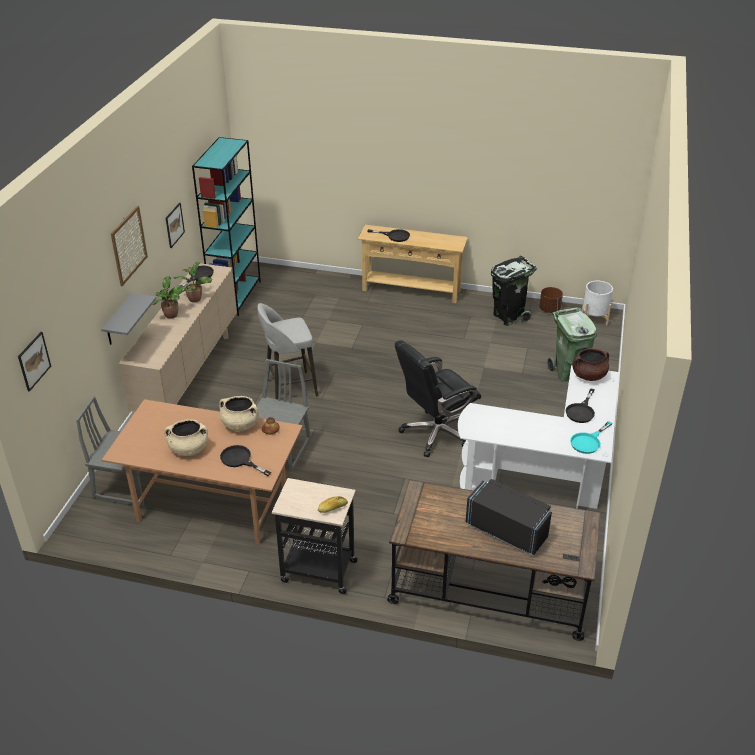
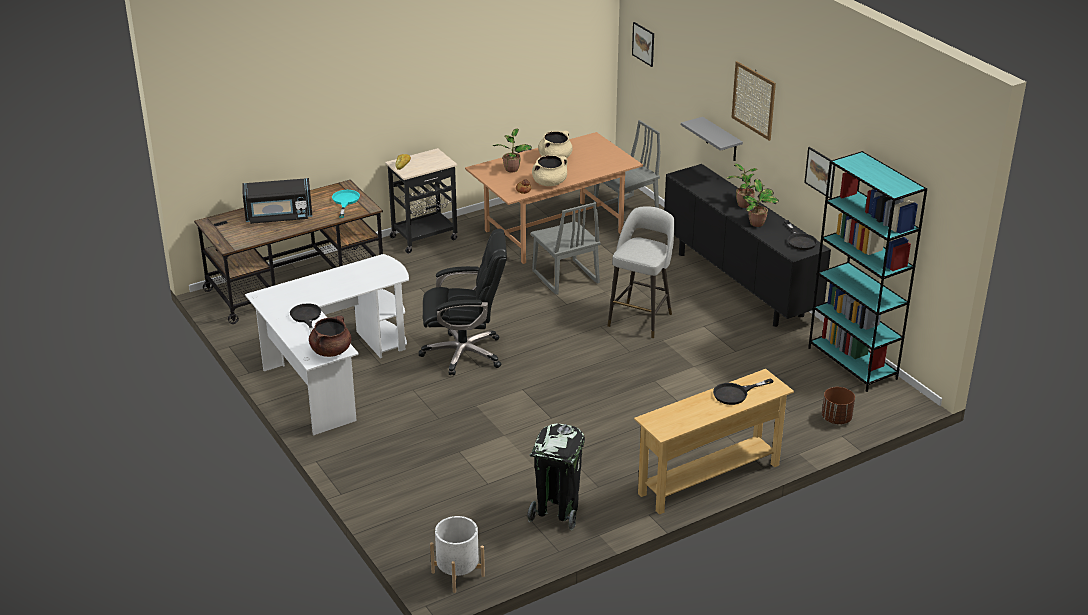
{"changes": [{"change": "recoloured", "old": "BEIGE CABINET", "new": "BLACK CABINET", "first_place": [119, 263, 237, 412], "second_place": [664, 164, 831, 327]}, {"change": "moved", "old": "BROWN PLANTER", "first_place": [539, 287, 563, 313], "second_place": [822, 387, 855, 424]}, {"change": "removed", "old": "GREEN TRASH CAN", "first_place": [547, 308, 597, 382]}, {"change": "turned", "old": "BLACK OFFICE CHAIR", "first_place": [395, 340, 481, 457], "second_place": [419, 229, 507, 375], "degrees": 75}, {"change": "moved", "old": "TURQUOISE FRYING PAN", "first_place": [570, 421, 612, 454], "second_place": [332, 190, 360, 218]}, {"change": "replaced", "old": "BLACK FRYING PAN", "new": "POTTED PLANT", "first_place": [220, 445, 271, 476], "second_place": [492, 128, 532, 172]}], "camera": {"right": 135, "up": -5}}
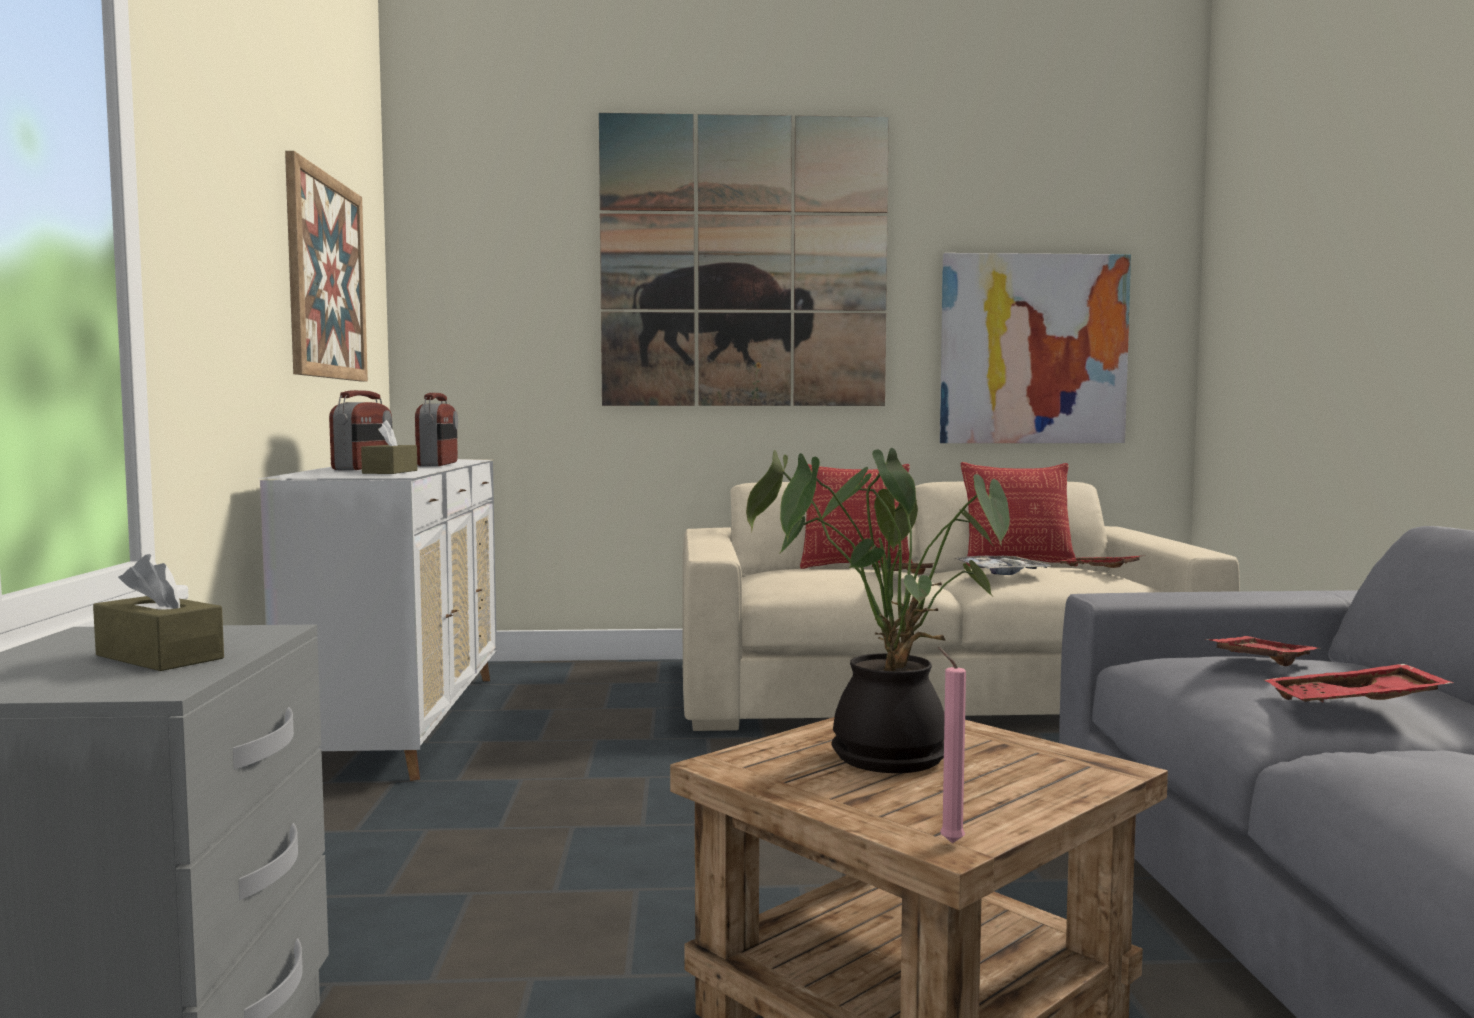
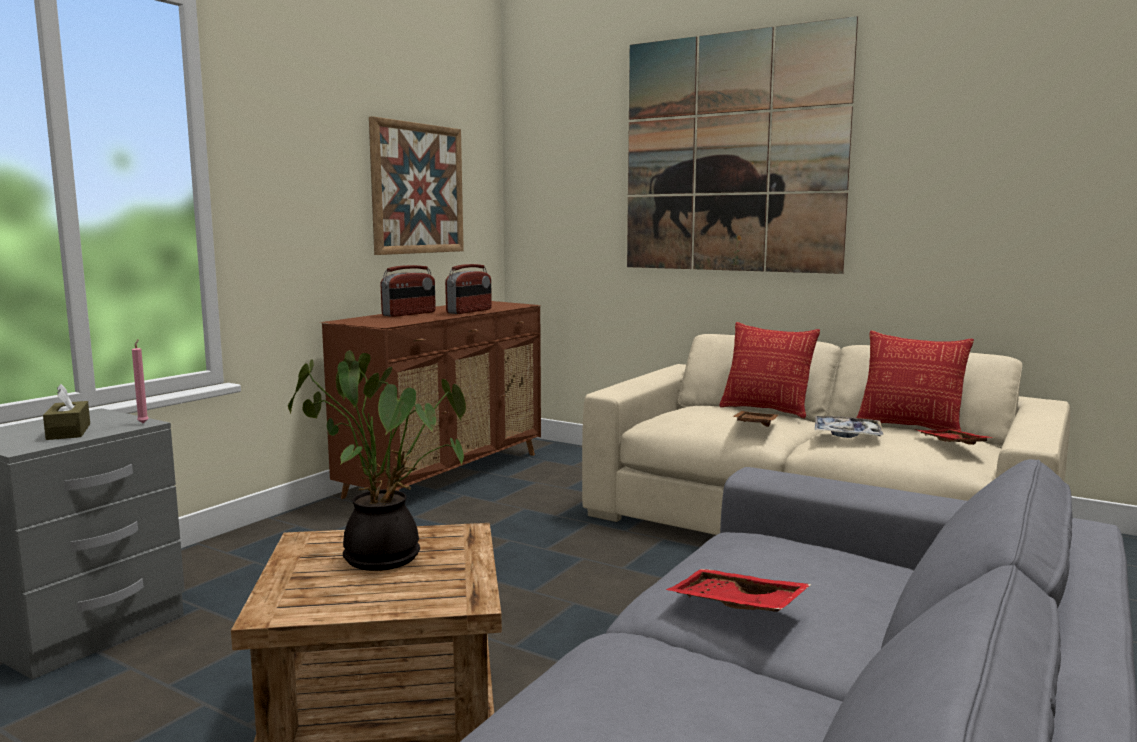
{"changes": [{"change": "removed", "old": "PICTURE", "first_place": [940, 253, 1131, 443]}, {"change": "removed", "old": "BROWN TISSUE BOX", "first_place": [361, 420, 417, 474]}, {"change": "recoloured", "old": "WHITE CABINET", "new": "BROWN CABINET", "first_place": [258, 459, 497, 781], "second_place": [320, 301, 541, 499]}, {"change": "removed", "old": "RED TRAY", "first_place": [1204, 636, 1322, 666]}, {"change": "moved", "old": "PINK CANDLE", "first_place": [938, 647, 966, 843], "second_place": [132, 339, 149, 424]}], "camera": {"right": 35, "up": 5}}
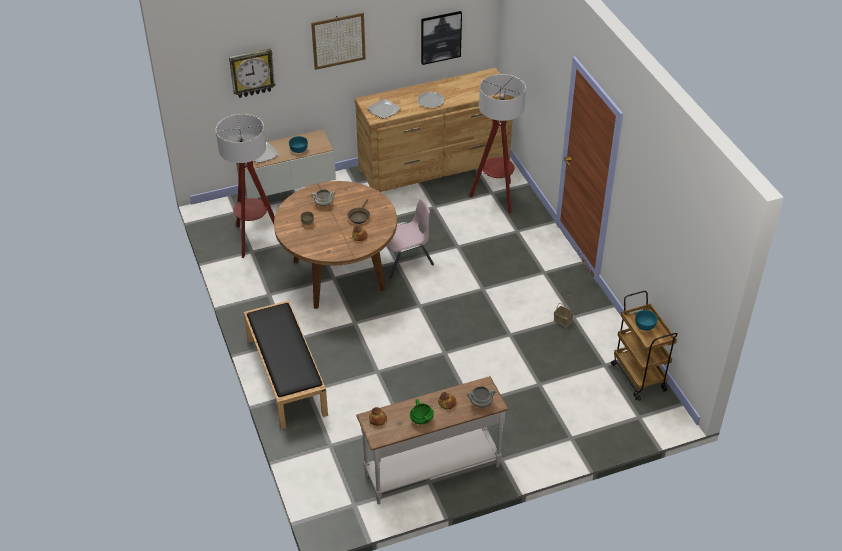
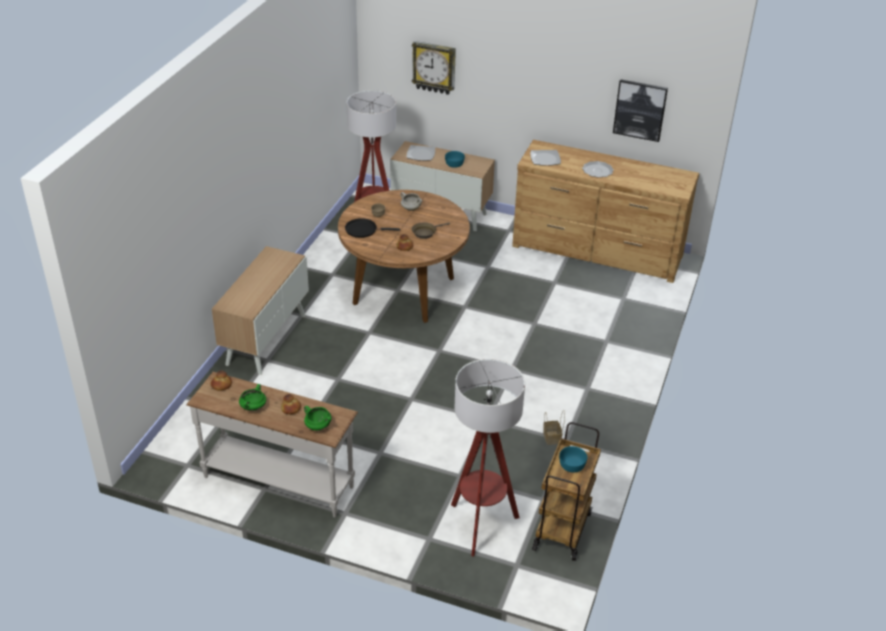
{"changes": [{"change": "removed", "old": "PICTURE", "first_place": [311, 13, 366, 70]}, {"change": "moved", "old": "FLOOR LAMP", "first_place": [469, 74, 526, 213], "second_place": [451, 359, 525, 557]}, {"change": "removed", "old": "PINK CHAIR", "first_place": [387, 199, 434, 279]}, {"change": "replaced", "old": "BLACK BENCH", "new": "CABINET", "first_place": [244, 300, 328, 429], "second_place": [212, 246, 309, 375]}, {"change": "recoloured", "old": "GREY COOKING POT", "new": "GREEN COOKING POT", "first_place": [467, 386, 496, 408], "second_place": [304, 406, 331, 431]}, {"change": "added", "new": "BLACK FRYING PAN", "second_place": [345, 218, 400, 238]}], "camera": {"right": 40, "up": -5}}
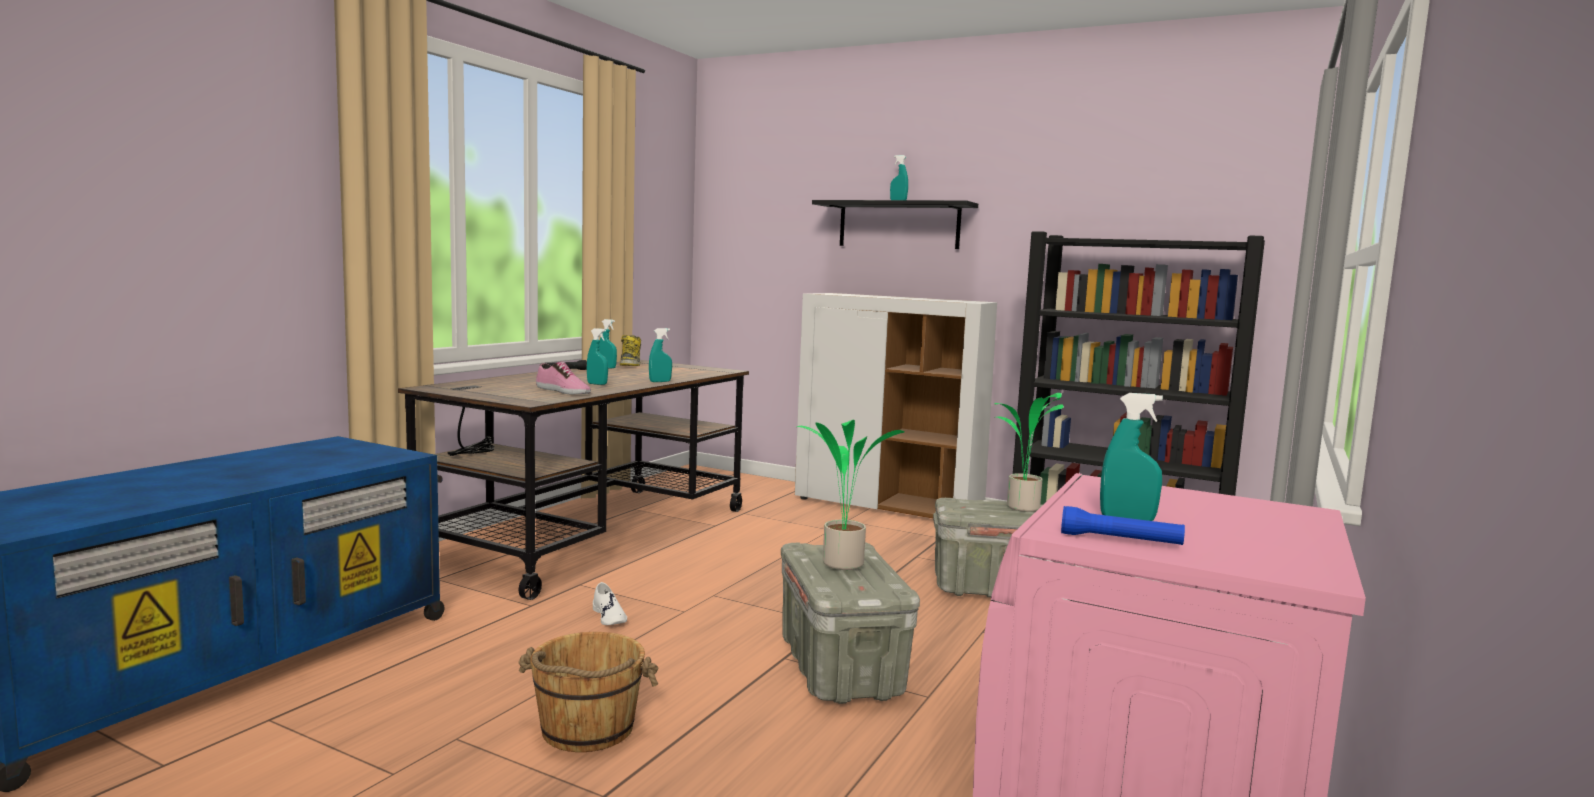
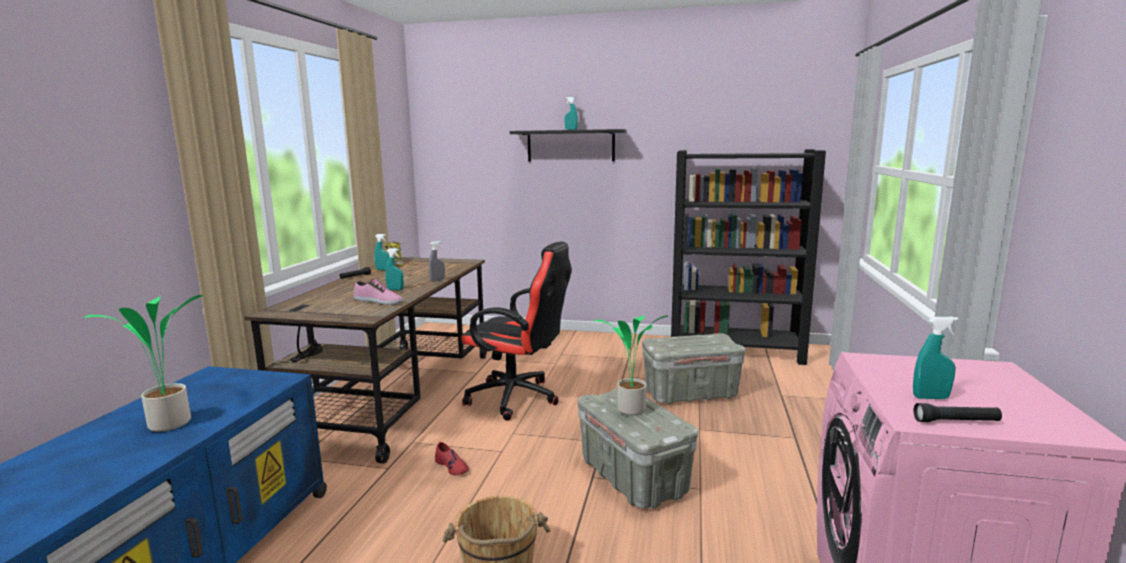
{"changes": [{"change": "removed", "old": "WHITE CABINET", "first_place": [795, 293, 997, 518]}, {"change": "recoloured", "old": "TURQUOISE SPRAY BOTTLE", "new": "GREY SPRAY BOTTLE", "first_place": [649, 328, 672, 382], "second_place": [428, 241, 445, 282]}, {"change": "moved", "old": "POTTED PLANT", "first_place": [994, 393, 1064, 512], "second_place": [83, 295, 203, 432]}, {"change": "recoloured", "old": "BLUE FLASHLIGHT", "new": "BLACK FLASHLIGHT", "first_place": [1061, 506, 1185, 545], "second_place": [914, 403, 1002, 422]}, {"change": "recoloured", "old": "WHITE SHOE", "new": "RED SHOE", "first_place": [593, 582, 627, 625], "second_place": [435, 442, 469, 475]}, {"change": "added", "new": "BLACK OFFICE CHAIR", "second_place": [461, 242, 572, 421]}], "camera": {"right": -15, "up": 5}}
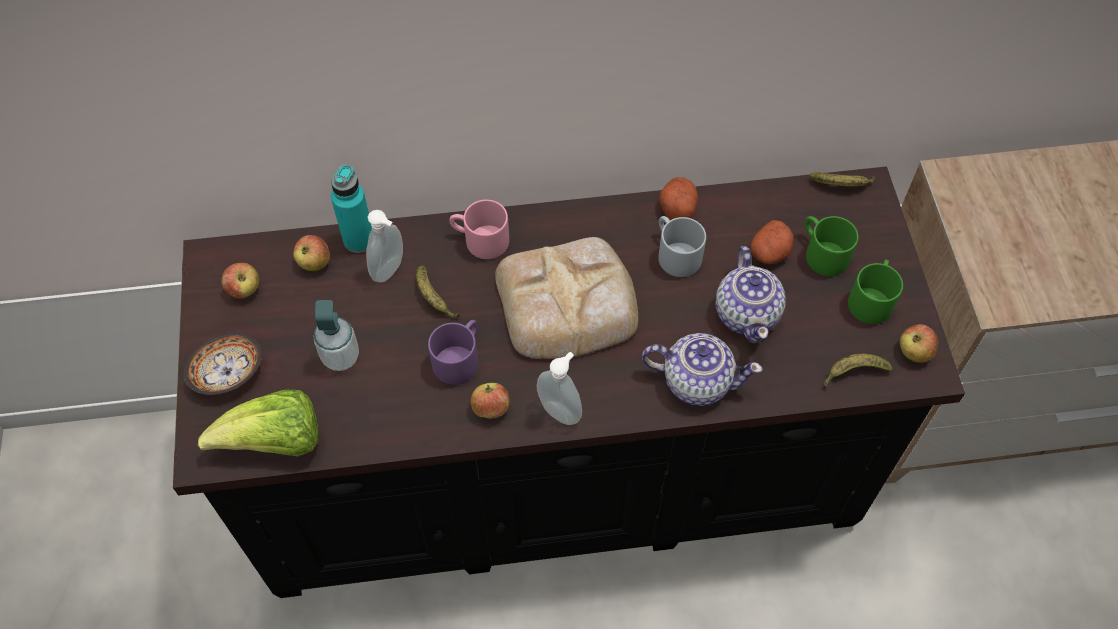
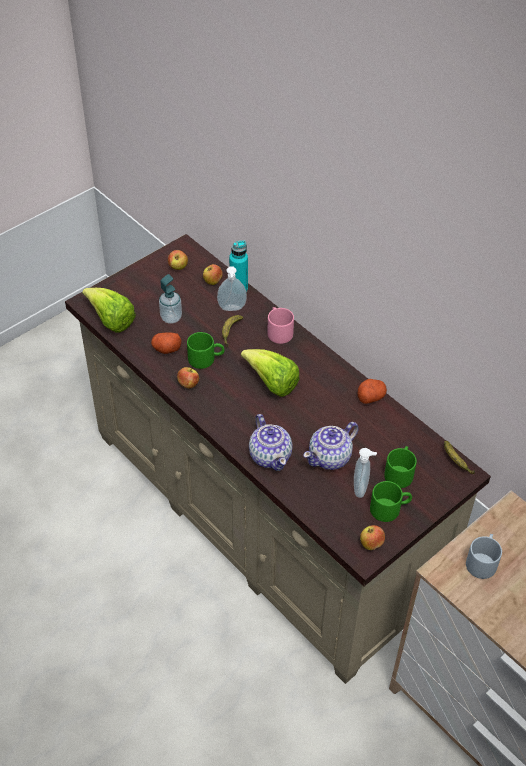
{"changes": [{"change": "recoloured", "old": "BLACK CABINET", "new": "BEIGE CABINET", "first_place": [173, 166, 965, 598], "second_place": [65, 234, 491, 684]}, {"change": "moved", "old": "GREY MUG", "first_place": [658, 216, 706, 277], "second_place": [466, 534, 502, 579]}, {"change": "moved", "old": "POTATO", "first_place": [750, 220, 794, 264], "second_place": [151, 332, 181, 354]}, {"change": "replaced", "old": "BREAD", "new": "LETTUCE", "first_place": [495, 237, 638, 359], "second_place": [241, 349, 299, 397]}, {"change": "recoloured", "old": "PURPLE MUG", "new": "GREEN MUG", "first_place": [428, 320, 478, 385], "second_place": [187, 332, 224, 369]}, {"change": "removed", "old": "BOWL", "first_place": [183, 333, 262, 395]}, {"change": "moved", "old": "SOAP DISPENSER", "first_place": [537, 352, 582, 425], "second_place": [354, 448, 377, 498]}, {"change": "removed", "old": "BANANA", "first_place": [823, 354, 893, 389]}], "camera": {"right": 55, "up": -10}}
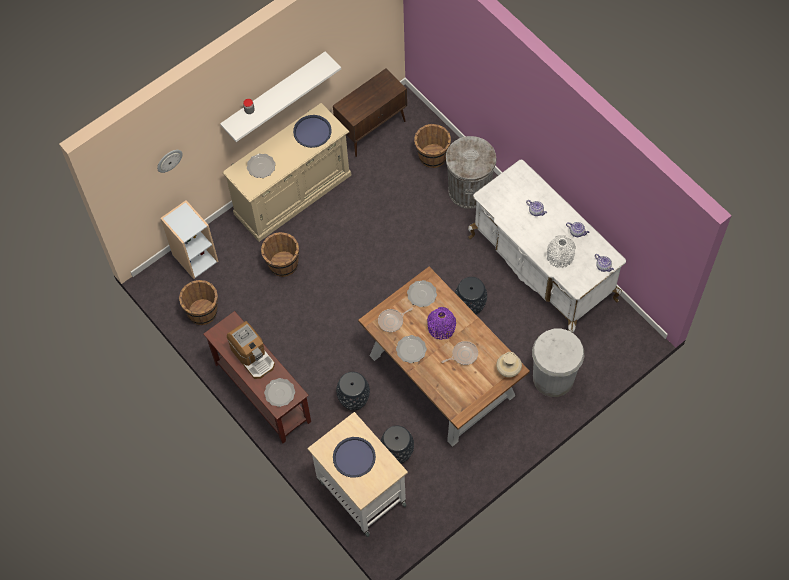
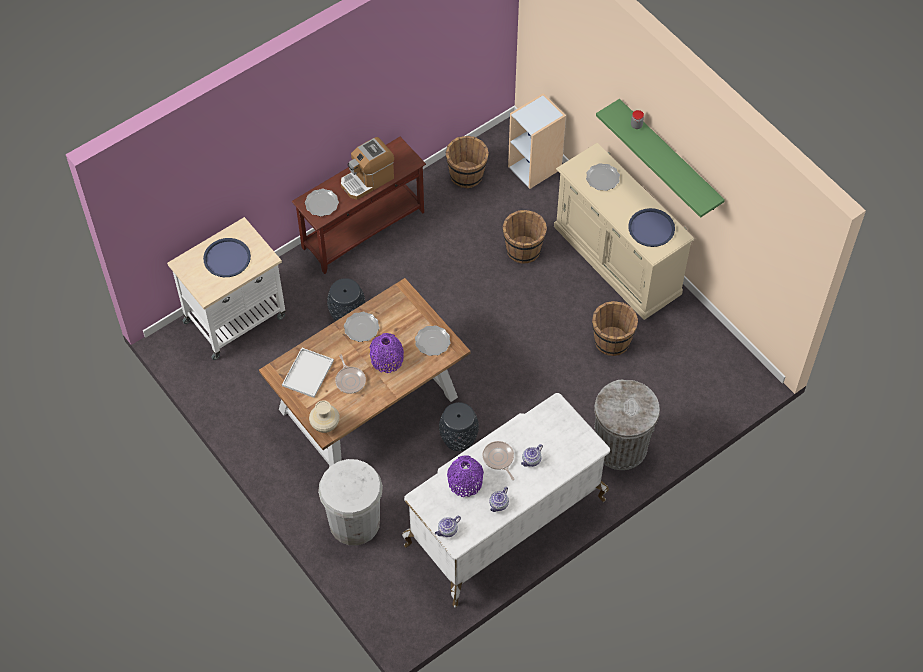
{"changes": [{"change": "recoloured", "old": "WHITE SHELF", "new": "GREEN SHELF", "first_place": [220, 51, 341, 142], "second_place": [596, 99, 725, 218]}, {"change": "removed", "old": "BROWN CABINET", "first_place": [333, 68, 407, 157]}, {"change": "moved", "old": "BROWN BUCKET", "first_place": [414, 124, 451, 168], "second_place": [592, 301, 638, 356]}, {"change": "removed", "old": "WALL CLOCK", "first_place": [157, 150, 183, 173]}, {"change": "recoloured", "old": "WHITE VASE", "new": "PURPLE VASE", "first_place": [547, 235, 576, 268], "second_place": [447, 456, 484, 497]}, {"change": "moved", "old": "FRYING PAN", "first_place": [378, 308, 413, 332], "second_place": [483, 441, 514, 480]}, {"change": "removed", "old": "BLACK STOOL", "first_place": [381, 426, 414, 464]}, {"change": "added", "new": "WHITE TRAY", "second_place": [282, 348, 334, 398]}], "camera": {"right": 90, "up": -5}}
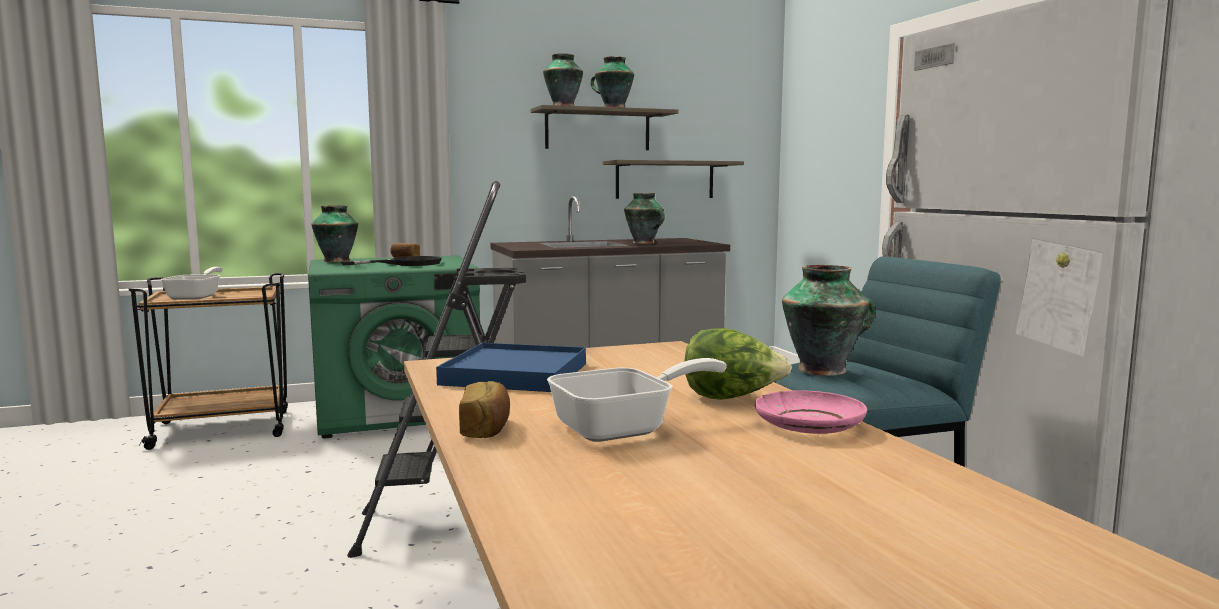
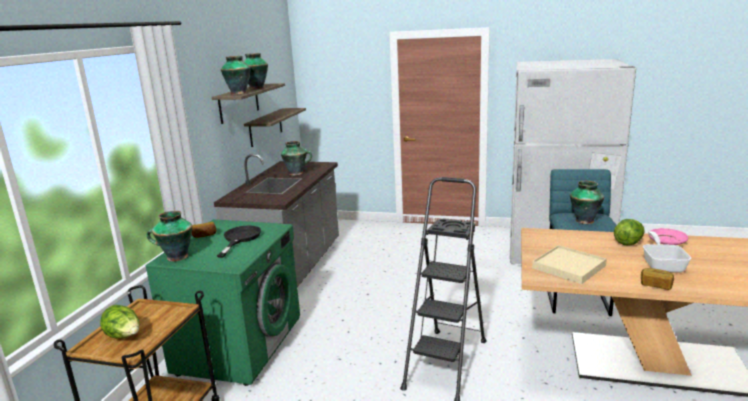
{"changes": [{"change": "replaced", "old": "FRYING PAN", "new": "LETTUCE", "first_place": [160, 267, 223, 299], "second_place": [100, 305, 139, 339]}, {"change": "recoloured", "old": "BLUE TRAY", "new": "BEIGE TRAY", "first_place": [436, 343, 586, 392], "second_place": [532, 245, 607, 284]}], "camera": {"right": -55, "up": 10}}
